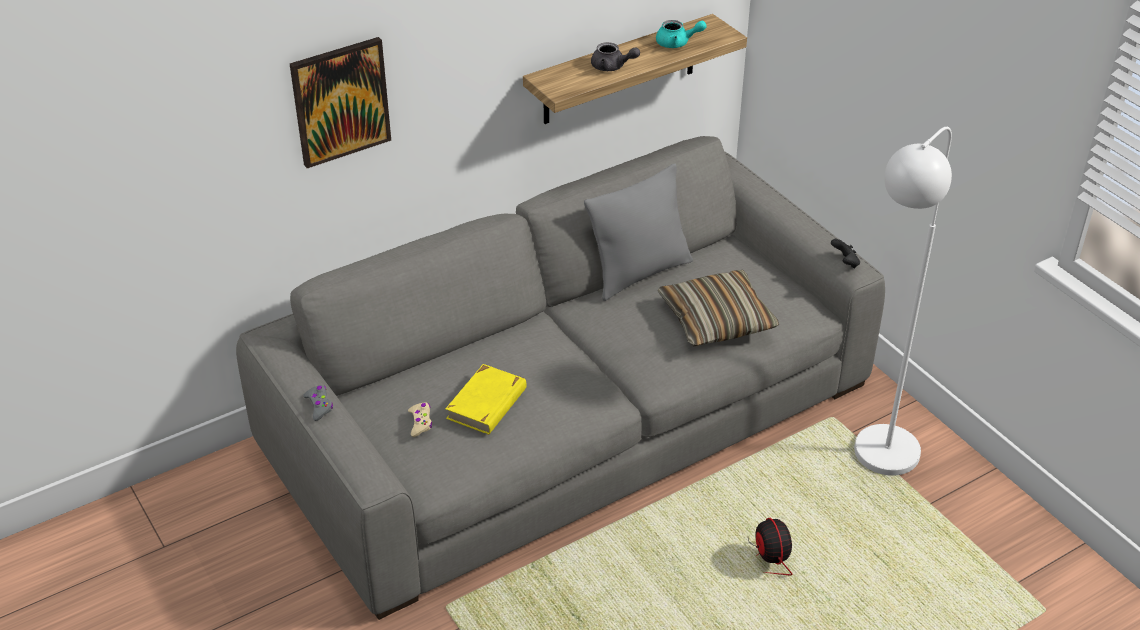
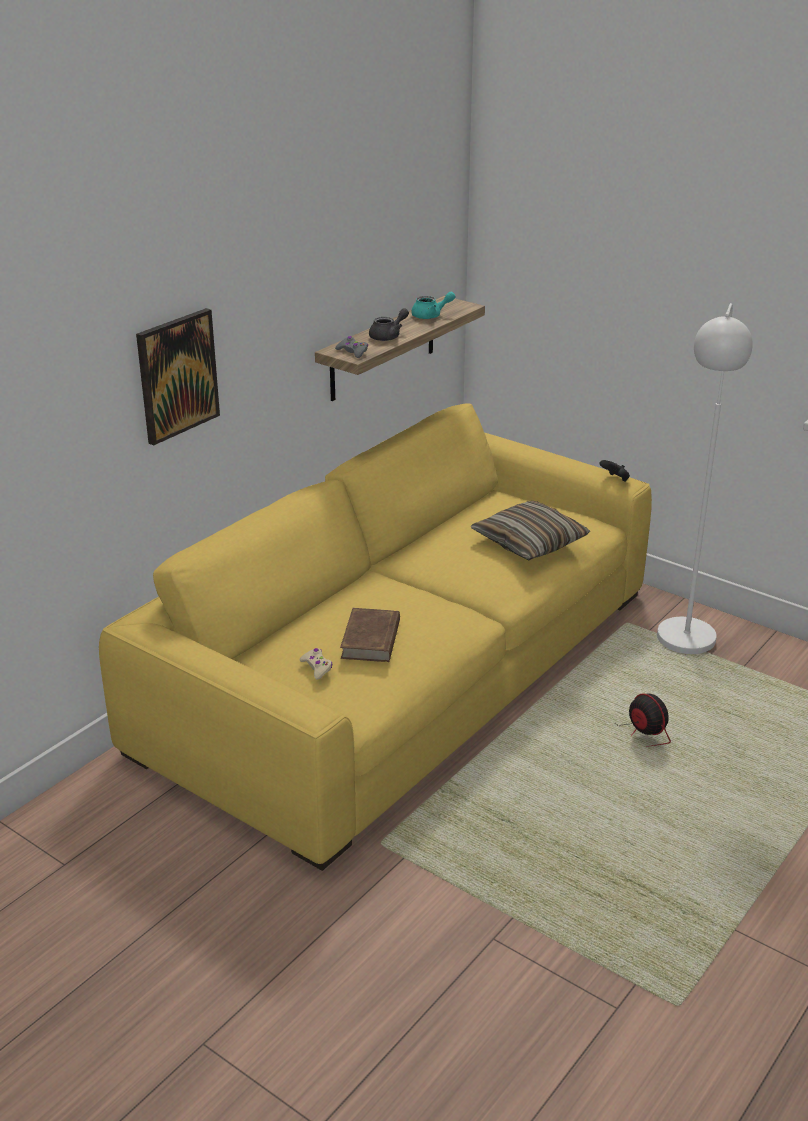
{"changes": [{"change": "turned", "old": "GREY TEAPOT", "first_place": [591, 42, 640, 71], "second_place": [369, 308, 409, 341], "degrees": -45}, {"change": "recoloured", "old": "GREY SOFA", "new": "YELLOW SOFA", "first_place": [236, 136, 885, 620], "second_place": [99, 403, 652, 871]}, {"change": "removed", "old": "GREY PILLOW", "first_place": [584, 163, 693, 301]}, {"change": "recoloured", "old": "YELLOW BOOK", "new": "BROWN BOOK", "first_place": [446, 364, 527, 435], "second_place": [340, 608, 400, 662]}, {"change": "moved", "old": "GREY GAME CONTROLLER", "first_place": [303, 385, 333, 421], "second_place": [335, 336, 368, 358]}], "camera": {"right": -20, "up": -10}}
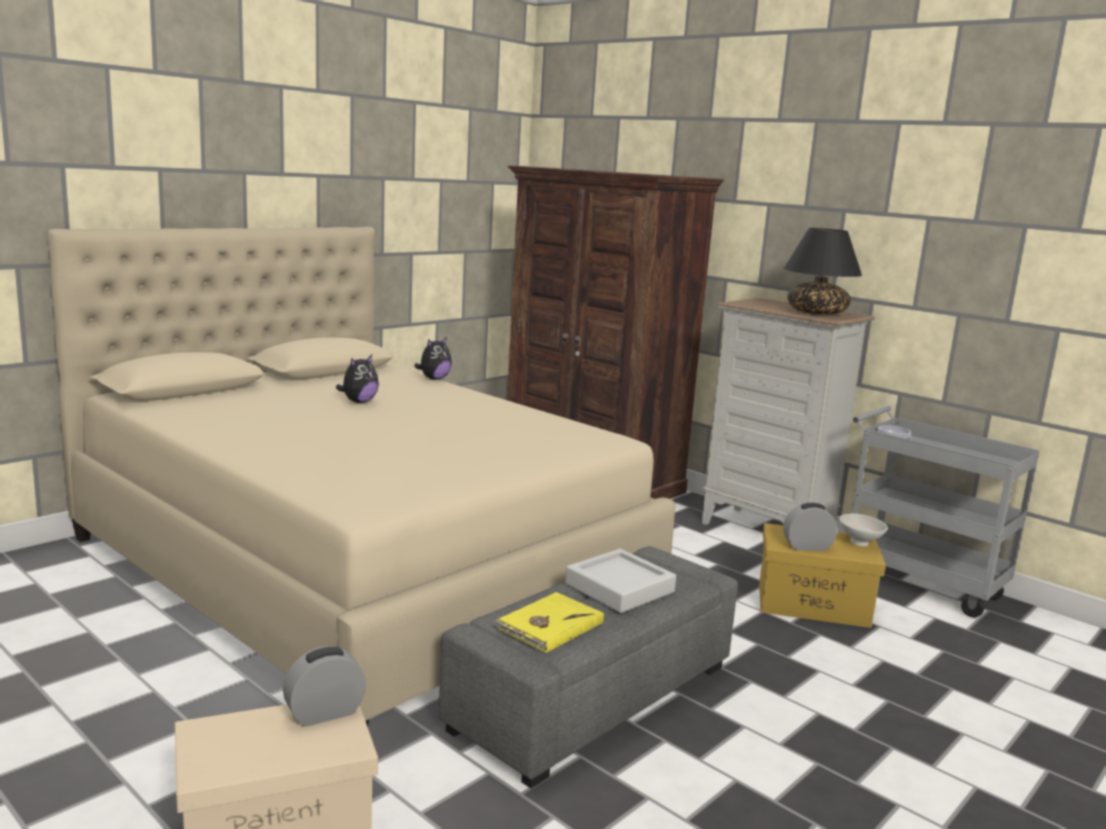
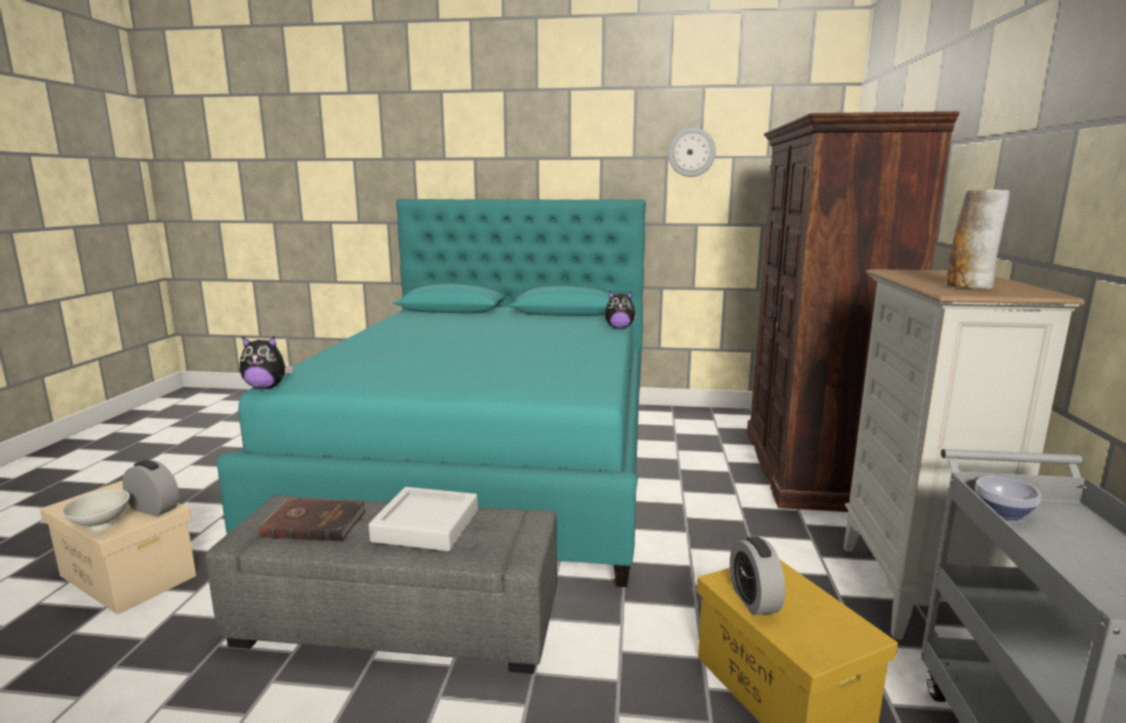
{"changes": [{"change": "recoloured", "old": "BEIGE BED", "new": "TURQUOISE BED", "first_place": [47, 227, 676, 727], "second_place": [217, 199, 646, 587]}, {"change": "replaced", "old": "BLACK TABLE LAMP", "new": "VASE", "first_place": [784, 228, 862, 315], "second_place": [947, 189, 1010, 289]}, {"change": "moved", "old": "PLUSH TOY", "first_place": [336, 354, 379, 403], "second_place": [240, 337, 293, 389]}, {"change": "turned", "old": "ALARM CLOCK", "first_place": [783, 503, 837, 551], "second_place": [730, 536, 785, 615], "degrees": -150}, {"change": "moved", "old": "WHITE BOWL", "first_place": [839, 514, 888, 546], "second_place": [62, 489, 130, 531]}, {"change": "recoloured", "old": "YELLOW BOOK", "new": "BROWN BOOK", "first_place": [494, 592, 604, 653], "second_place": [258, 499, 366, 541]}, {"change": "added", "new": "WALL CLOCK", "second_place": [668, 128, 716, 177]}], "camera": {"right": 55, "up": 0}}
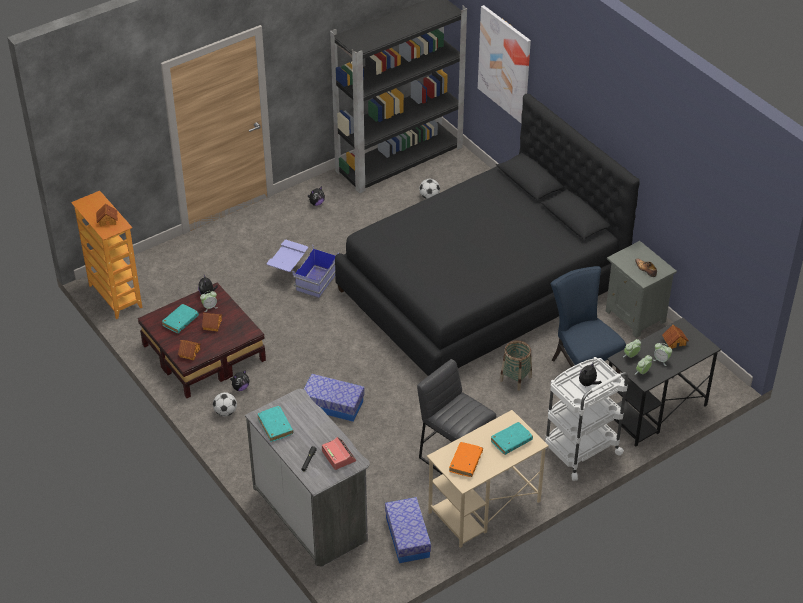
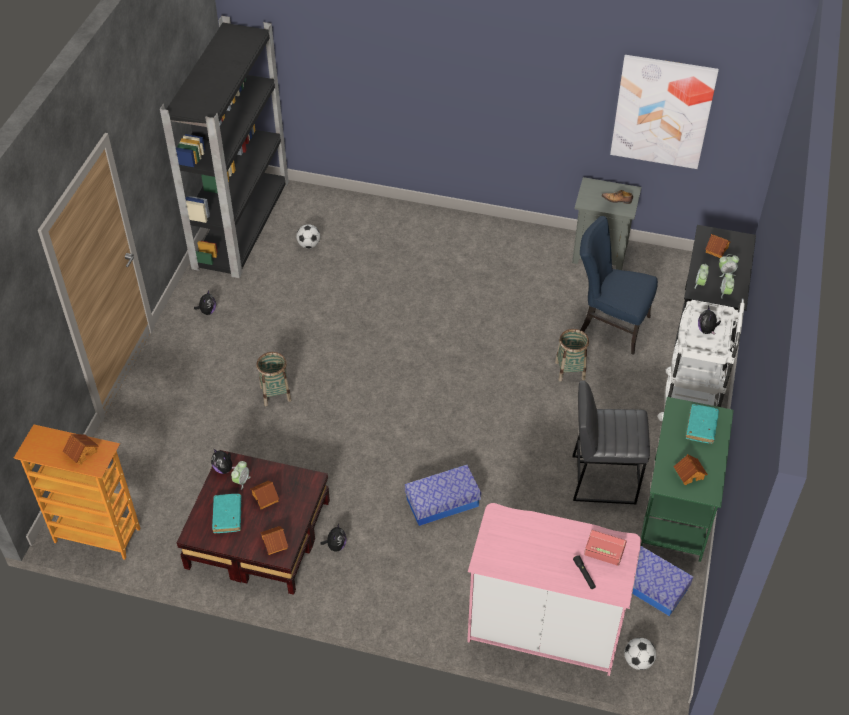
{"changes": [{"change": "moved", "old": "PICTURE", "first_place": [478, 5, 531, 124], "second_place": [610, 55, 719, 169]}, {"change": "removed", "old": "BLACK BED", "first_place": [335, 94, 640, 376]}, {"change": "replaced", "old": "BLUE STORAGE BOX", "new": "BASKET", "first_place": [267, 240, 339, 298], "second_place": [256, 352, 291, 407]}, {"change": "recoloured", "old": "GREY DRESSER", "new": "PINK DRESSER", "first_place": [245, 389, 370, 567], "second_place": [467, 503, 642, 676]}, {"change": "moved", "old": "FOOTBALL", "first_place": [213, 392, 237, 416], "second_place": [624, 638, 656, 670]}, {"change": "removed", "old": "TURQUOISE BOOK", "first_place": [258, 406, 293, 442]}, {"change": "recoloured", "old": "BEIGE DESK", "new": "GREEN DESK", "first_place": [427, 410, 549, 548], "second_place": [641, 397, 734, 562]}, {"change": "replaced", "old": "ORANGE BOOK", "new": "TOY HOUSE", "first_place": [449, 442, 483, 477], "second_place": [673, 454, 708, 485]}], "camera": {"right": -40, "up": 5}}
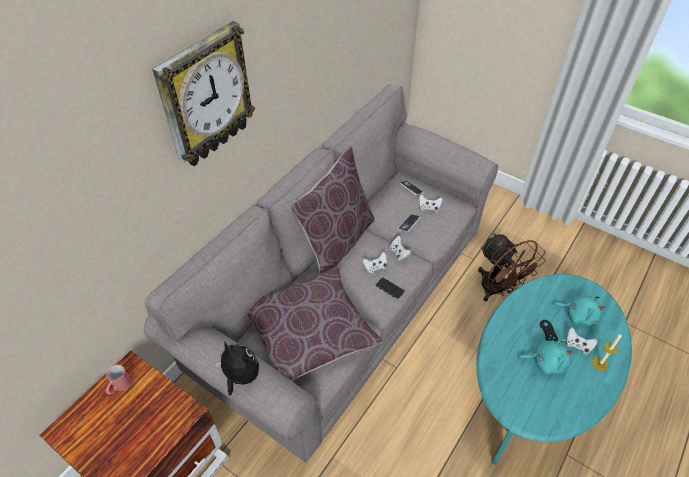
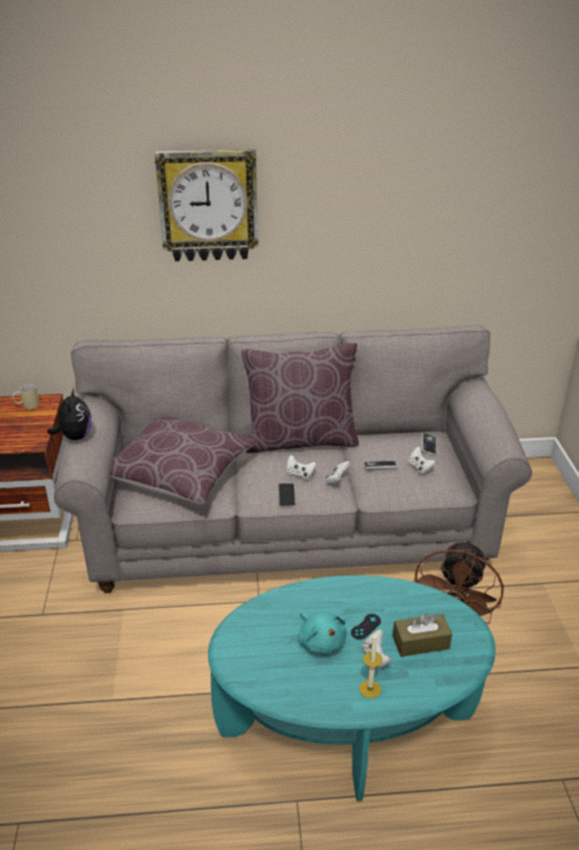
{"changes": [{"change": "replaced", "old": "TURQUOISE PLUSH TOY", "new": "BROWN TISSUE BOX", "first_place": [553, 295, 606, 326], "second_place": [393, 613, 452, 657]}, {"change": "recoloured", "old": "RED MUG", "new": "BEIGE MUG", "first_place": [106, 365, 131, 395], "second_place": [12, 384, 40, 409]}], "camera": {"right": 50, "up": -15}}
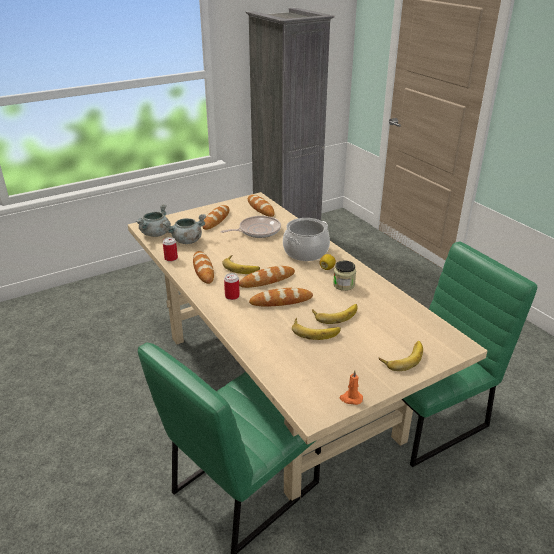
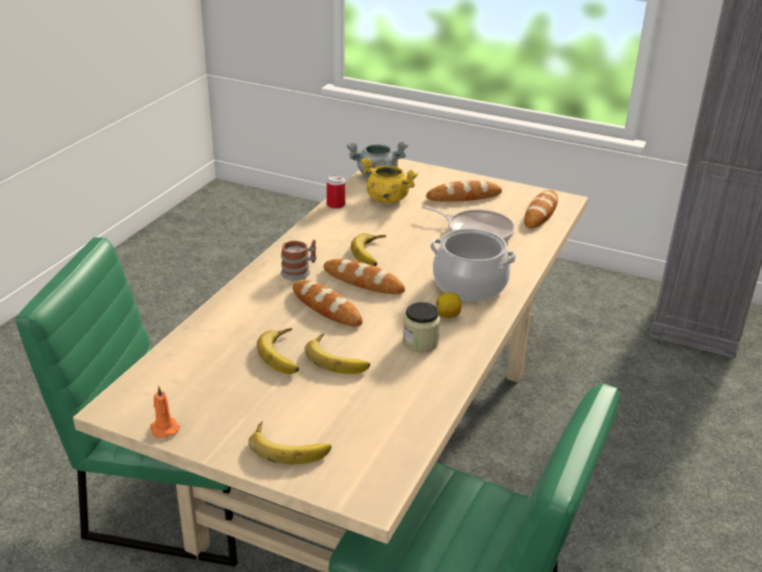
{"changes": [{"change": "recoloured", "old": "GREY COOKING POT", "new": "YELLOW COOKING POT", "first_place": [163, 214, 206, 244], "second_place": [360, 158, 418, 203]}, {"change": "removed", "old": "BREAD", "first_place": [193, 251, 214, 284]}, {"change": "replaced", "old": "CAN", "new": "MUG", "first_place": [224, 273, 240, 300], "second_place": [281, 240, 316, 281]}], "camera": {"right": 55, "up": 0}}
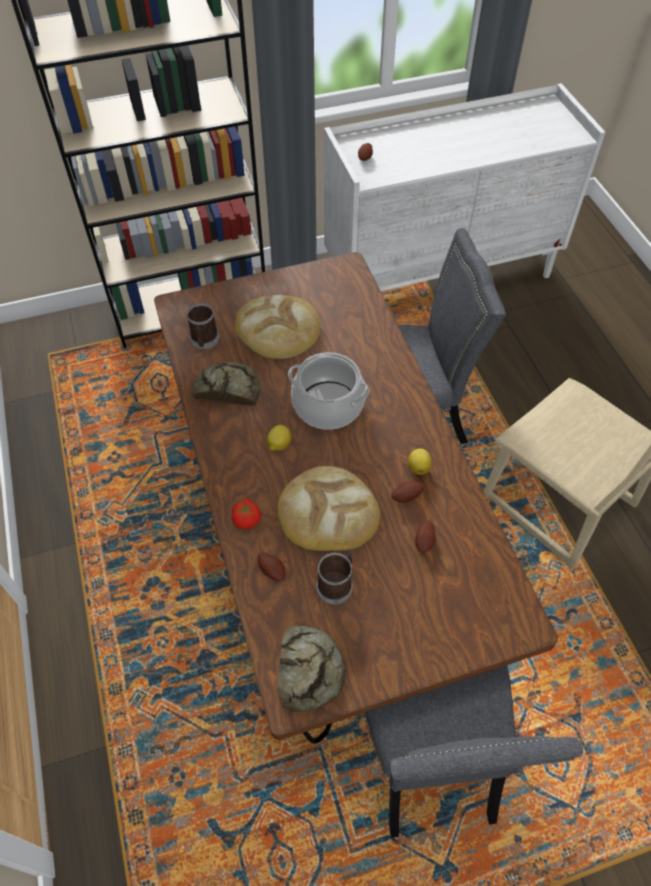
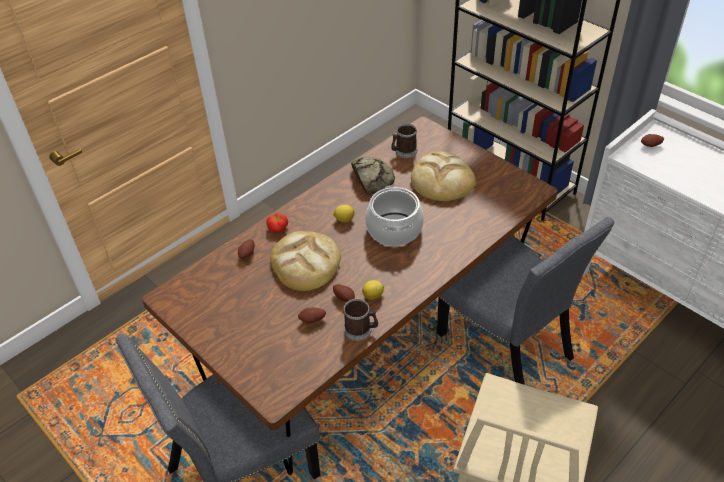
{"changes": [{"change": "moved", "old": "MUG", "first_place": [316, 549, 353, 605], "second_place": [344, 299, 378, 341]}, {"change": "removed", "old": "BREAD", "first_place": [278, 626, 345, 712]}], "camera": {"right": 65, "up": -10}}
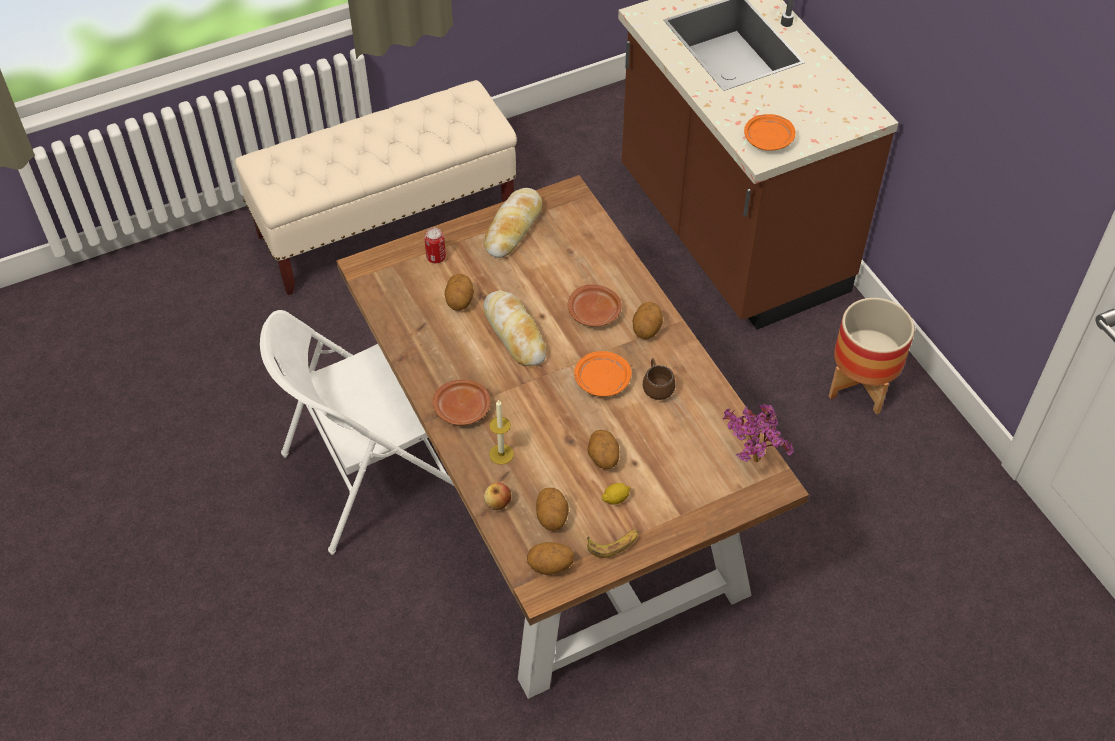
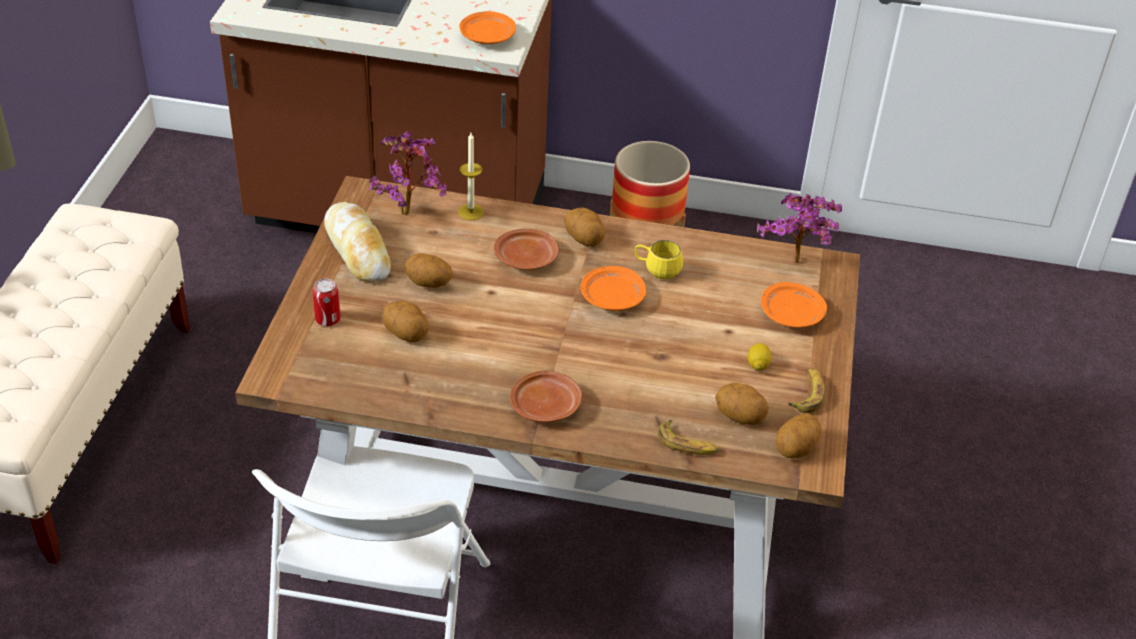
{"changes": [{"change": "removed", "old": "BREAD", "first_place": [483, 290, 546, 366]}, {"change": "recoloured", "old": "BROWN MUG", "new": "YELLOW MUG", "first_place": [643, 358, 676, 400], "second_place": [635, 240, 683, 280]}, {"change": "moved", "old": "CANDLE", "first_place": [489, 399, 514, 465], "second_place": [458, 133, 484, 220]}, {"change": "moved", "old": "POTATO", "first_place": [587, 430, 619, 469], "second_place": [405, 253, 453, 288]}, {"change": "replaced", "old": "APPLE", "new": "BANANA", "first_place": [484, 483, 511, 510], "second_place": [658, 420, 720, 455]}, {"change": "added", "new": "POTTED PLANT", "second_place": [369, 131, 447, 215]}, {"change": "added", "new": "ORANGE PLATE", "second_place": [761, 282, 827, 328]}], "camera": {"right": -55, "up": -10}}
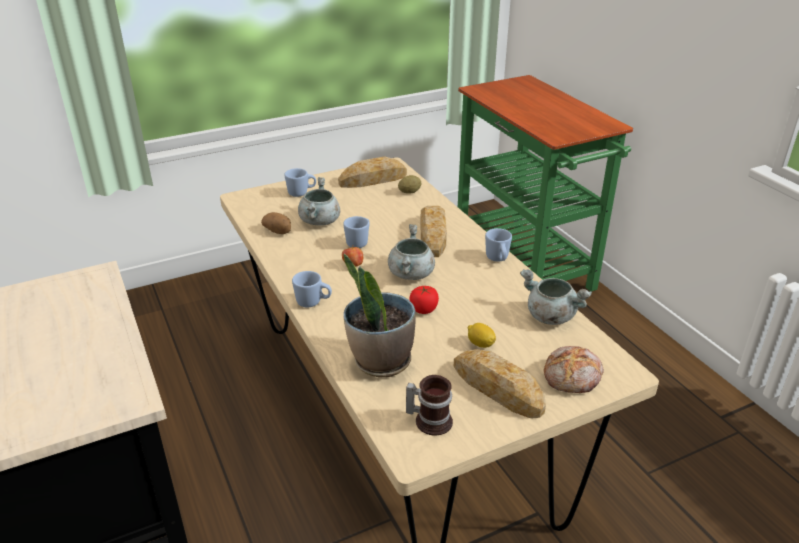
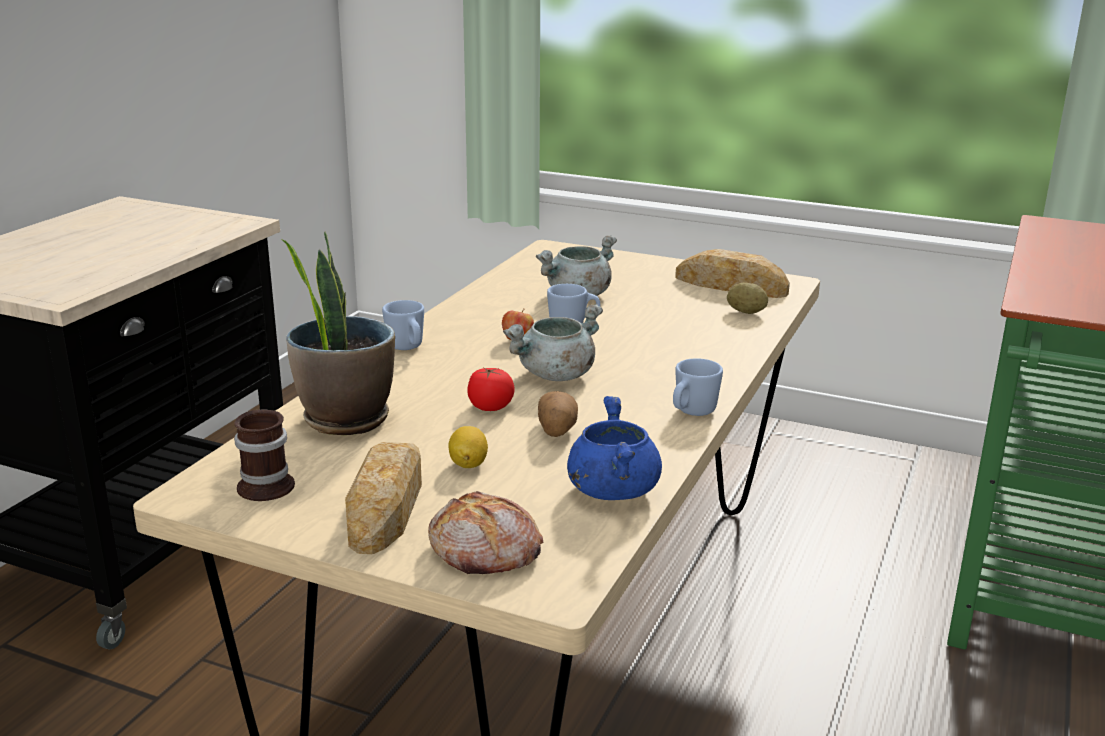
{"changes": [{"change": "removed", "old": "BLUE MUG", "first_place": [285, 168, 316, 197]}, {"change": "removed", "old": "BREAD", "first_place": [420, 206, 447, 257]}, {"change": "moved", "old": "POTATO", "first_place": [261, 212, 291, 234], "second_place": [538, 391, 578, 437]}, {"change": "recoloured", "old": "GREY COOKING POT", "new": "BLUE COOKING POT", "first_place": [520, 269, 592, 325], "second_place": [567, 396, 662, 500]}], "camera": {"right": 50, "up": -10}}
